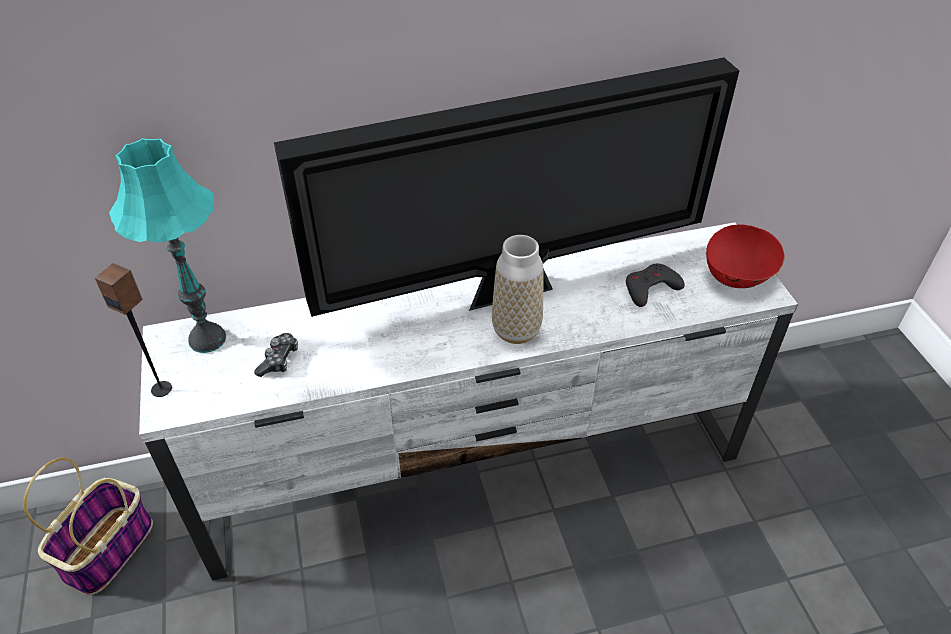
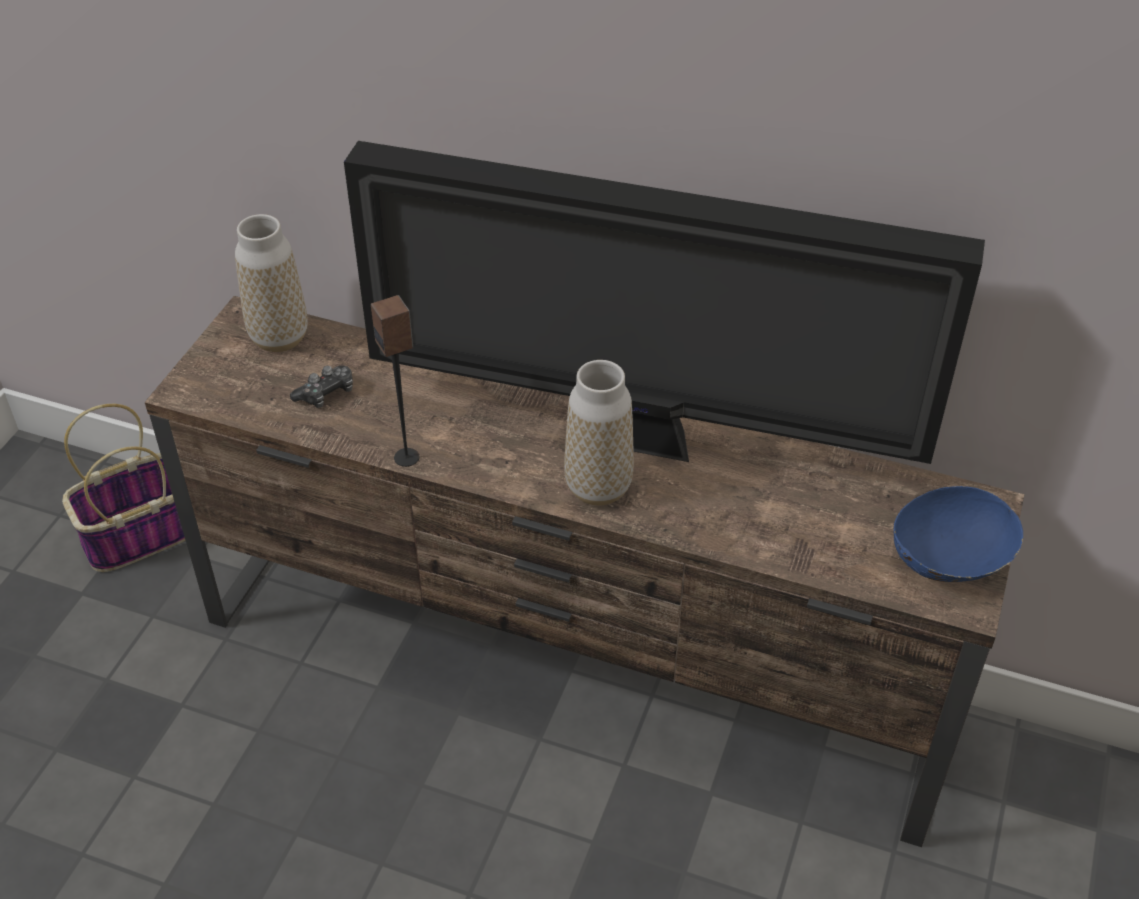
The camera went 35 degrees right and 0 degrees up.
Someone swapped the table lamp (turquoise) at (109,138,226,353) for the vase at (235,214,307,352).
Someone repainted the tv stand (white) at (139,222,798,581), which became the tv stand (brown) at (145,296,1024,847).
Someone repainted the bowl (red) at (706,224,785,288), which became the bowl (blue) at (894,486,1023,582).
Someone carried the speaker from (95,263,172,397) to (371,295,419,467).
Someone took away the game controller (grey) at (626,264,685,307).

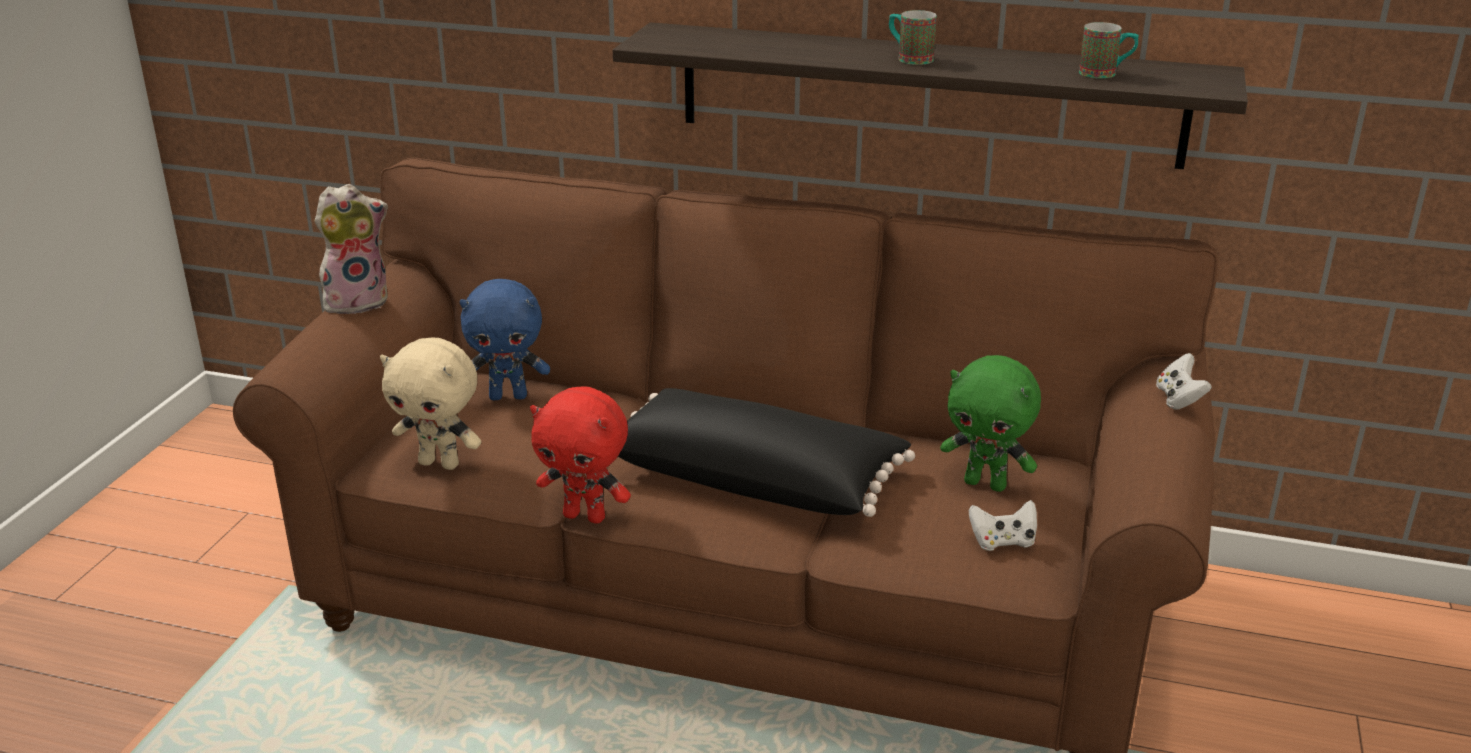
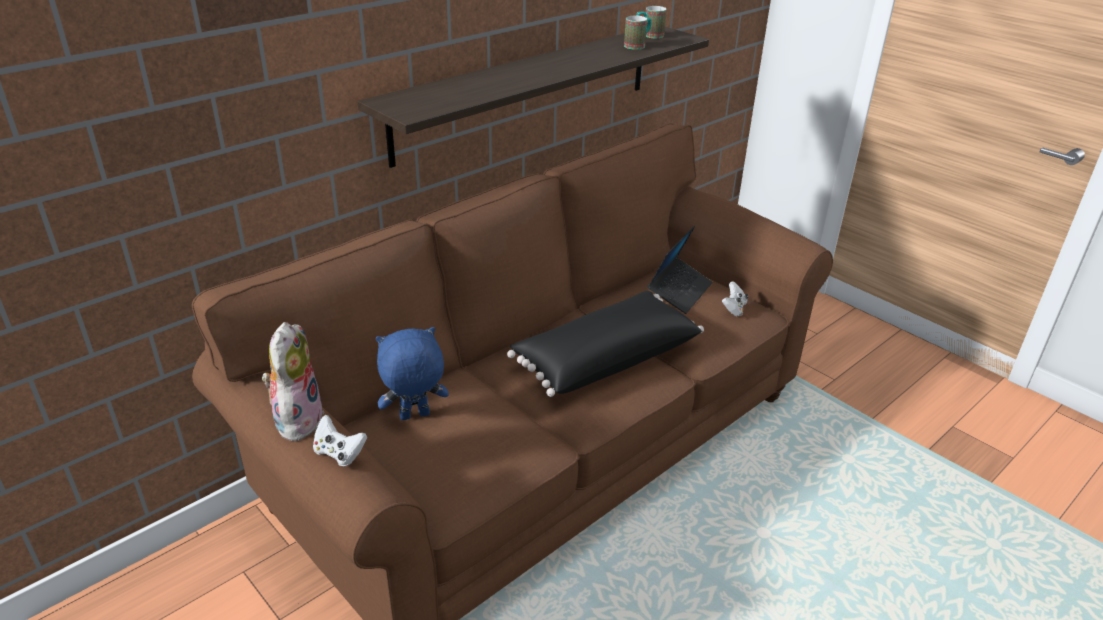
The camera went 60 degrees left and 5 degrees up.
Someone carried the mug from (889,10,937,65) to (637,6,667,38).
Someone rotated the plush toy (blue) at (460,279,550,400) by 135 degrees counterclockwise.
Someone took away the plush toy (beige) at (380,338,481,470).
Someone carried the game controller (white) from (1156,353,1212,410) to (313,415,367,467).
Someone swapped the plush toy (green) at (940,355,1041,492) for the laptop at (647,225,713,314).
Someone took away the plush toy (red) at (530,386,631,524).

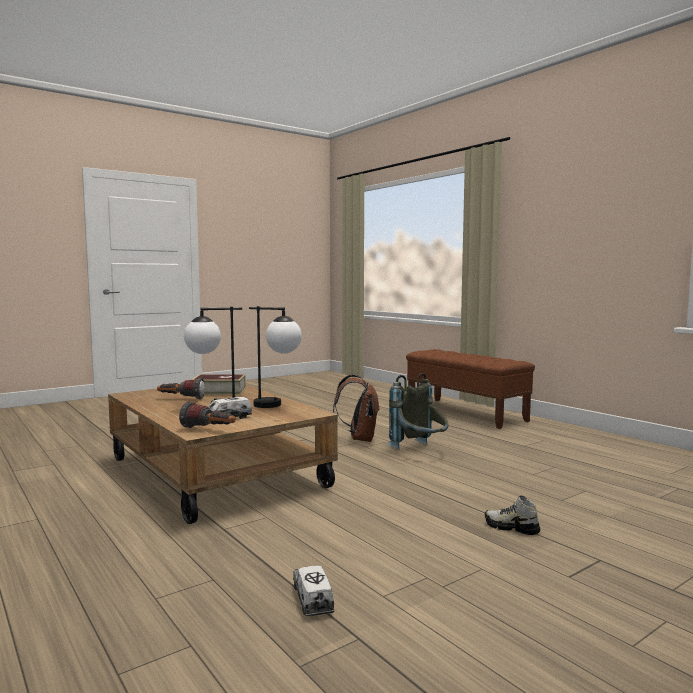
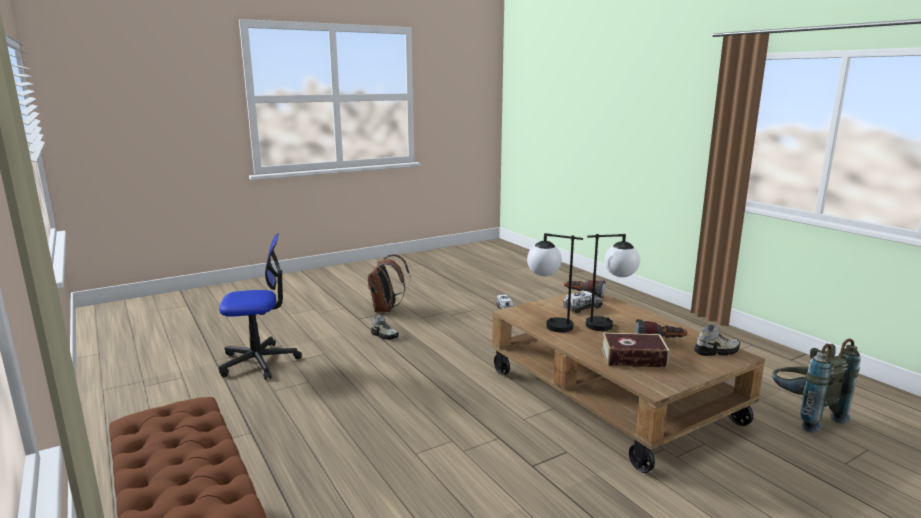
The camera went 175 degrees left and 10 degrees up.
Someone carried the backpack (grey) from (387,373,449,449) to (772,339,861,433).
Someone carried the backpack (brown) from (333,374,380,442) to (368,254,411,312).
Someone put down the office chair at (219,233,302,380).
Someone put down the shoe at (694,324,740,356).

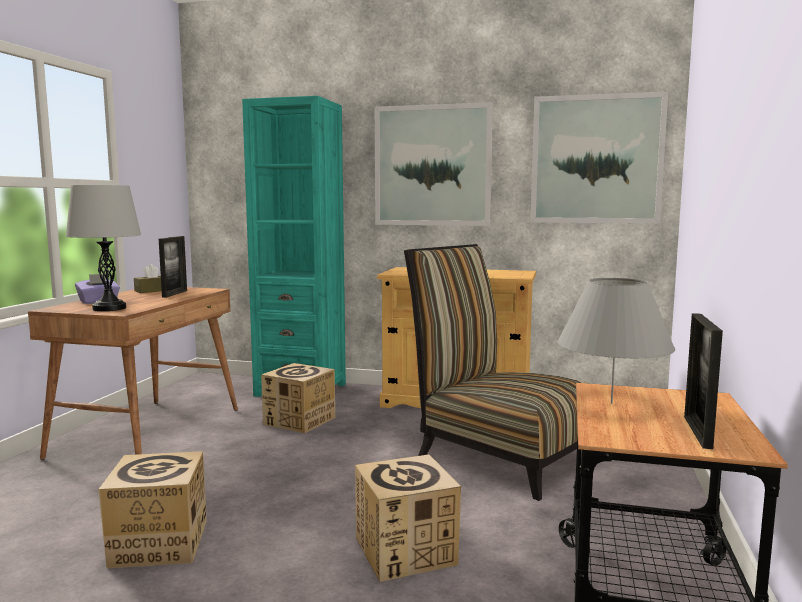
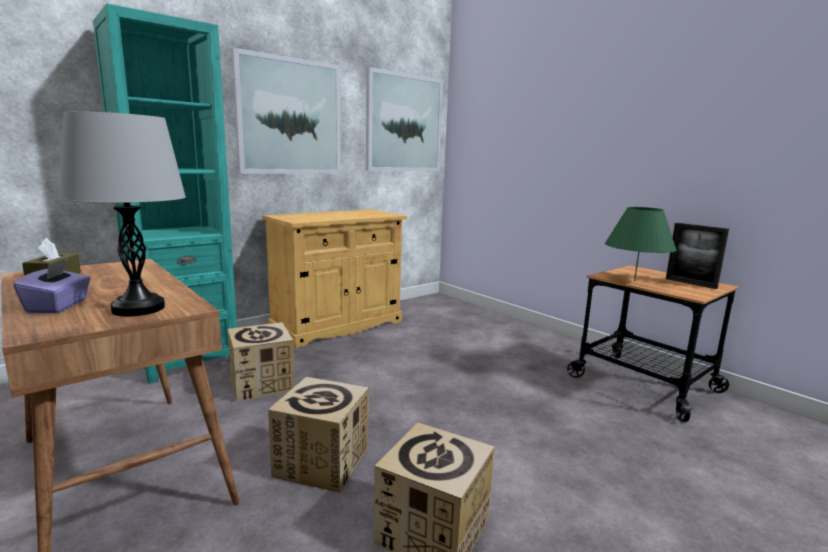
The camera went 55 degrees left and 5 degrees up.
Someone took away the picture frame at (159,236,187,298).
Someone took away the chair at (404,244,590,501).
Someone repainted the table lamp (grey) at (557,278,675,404), which became the table lamp (green) at (605,207,677,281).
Someone carried the cardboard box from (355,454,461,582) to (268,377,369,493).

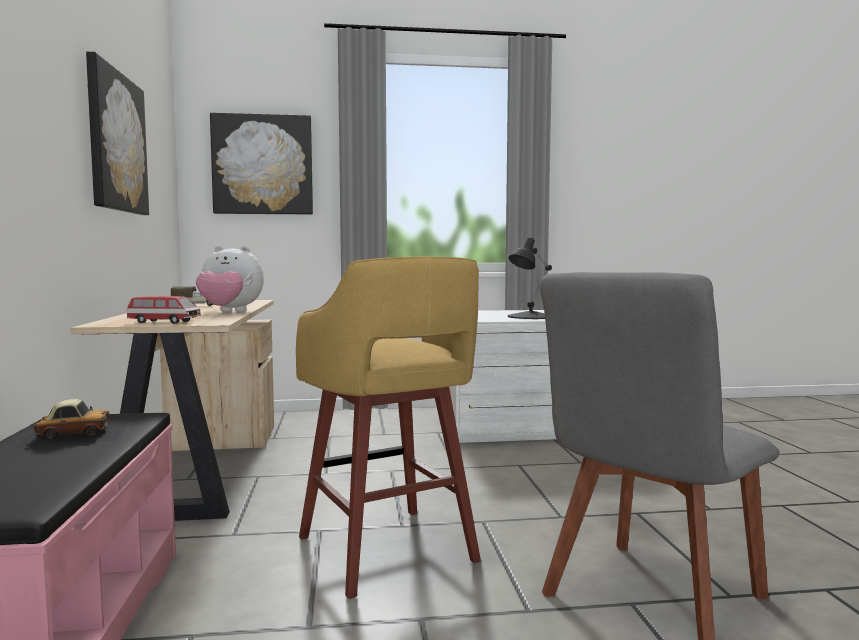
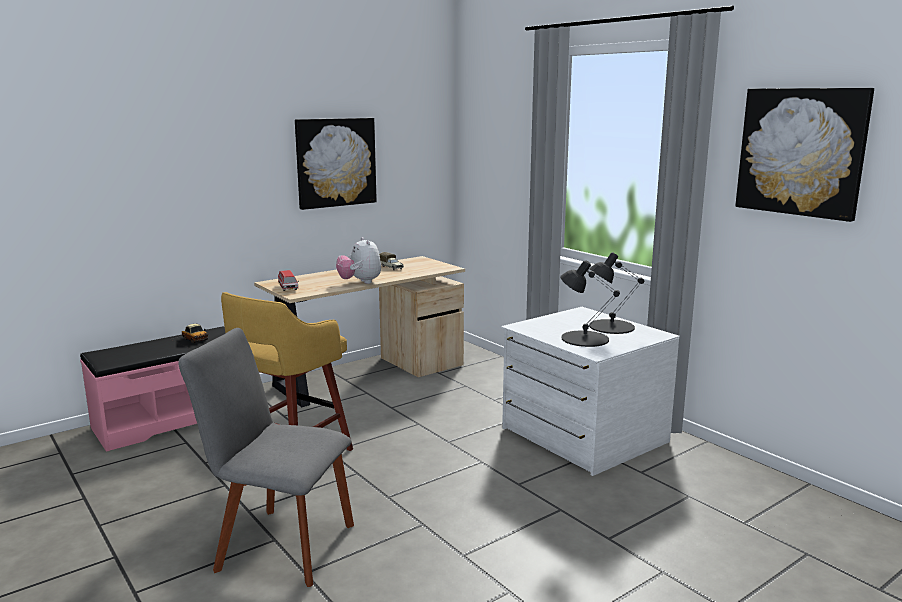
The camera went 60 degrees right and 10 degrees up.
Someone carried the picture from (210,113,313,215) to (735,88,874,222).
Someone put down the table lamp (black) at (589,252,644,334).

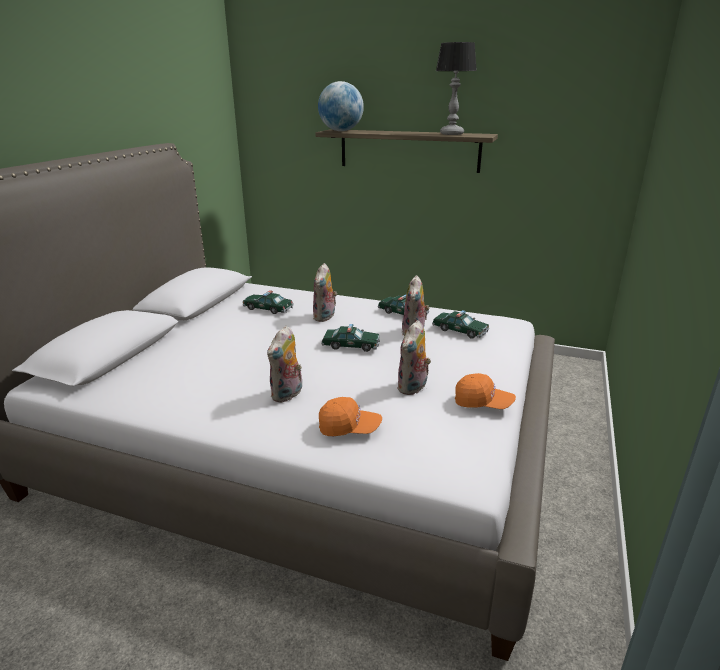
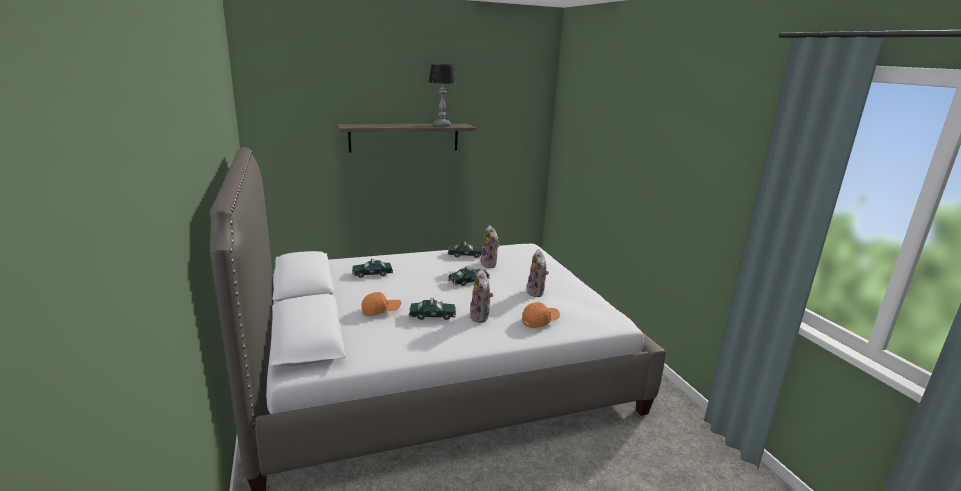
The camera went 40 degrees left and 5 degrees down.
Someone took away the globe at (318,81,364,131).
Someone took away the plush toy at (313,263,337,322).
Someone carried the toy car from (432,310,489,339) to (409,298,456,320).
Someone carried the cap (orange) from (455,373,516,409) to (361,292,401,316).

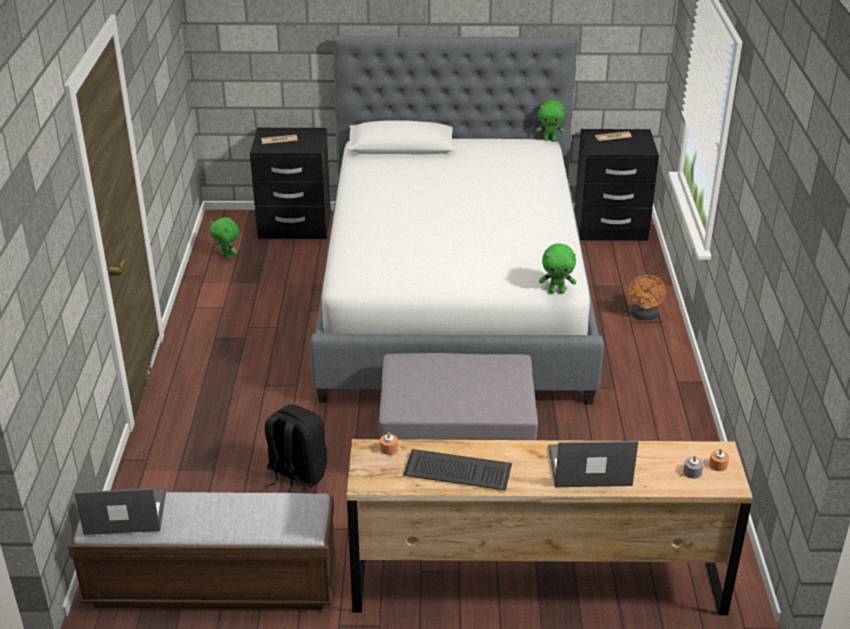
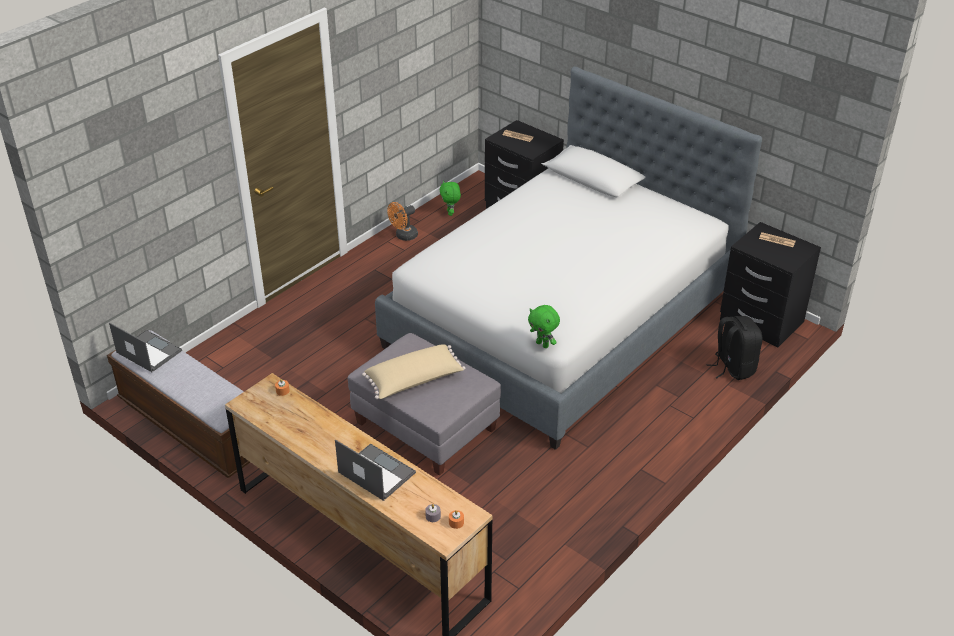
The camera went 40 degrees right and 5 degrees up.
Someone took away the plush toy (green) at (536,100,565,142).
Someone carried the fan (orange) from (629,274,666,320) to (387,202,418,241).
Someone carried the backpack (black) from (265,404,327,493) to (706,316,762,380).
Someone took away the keyboard at (403,449,512,490).
Someone put down the pillow (beige) at (362,344,465,399).

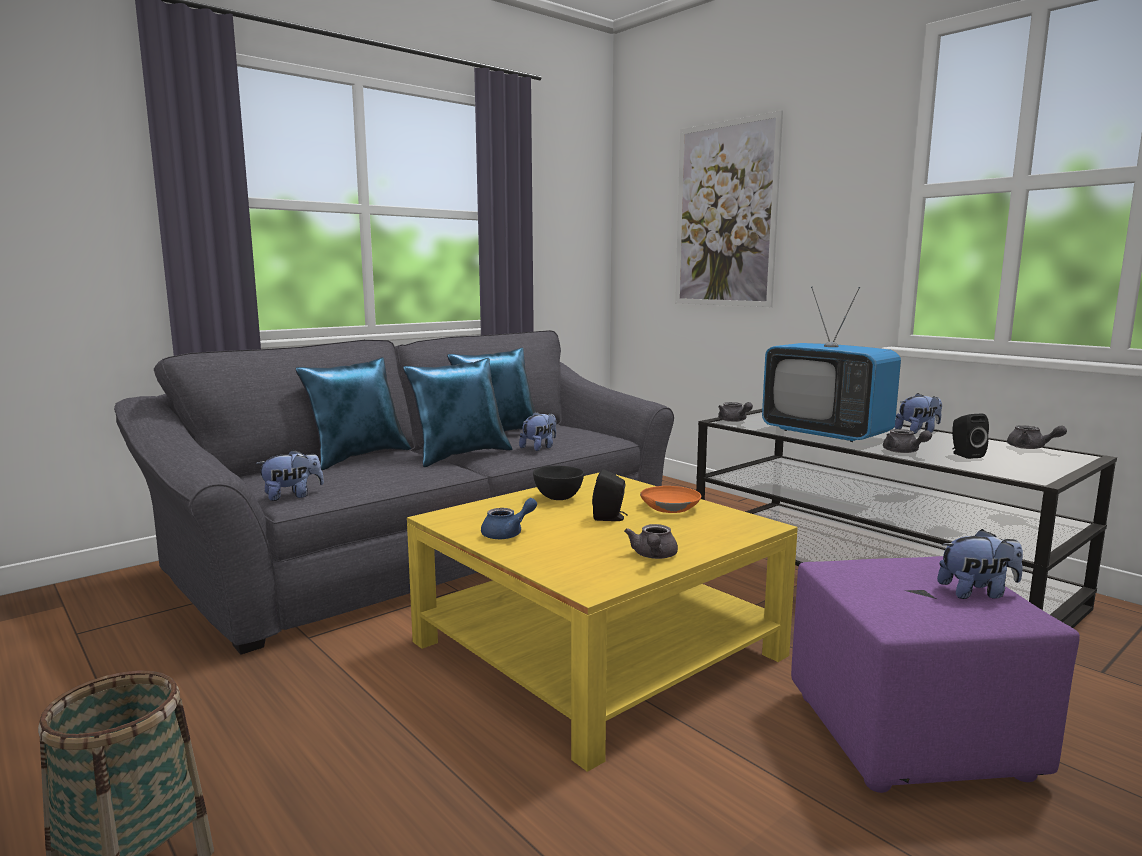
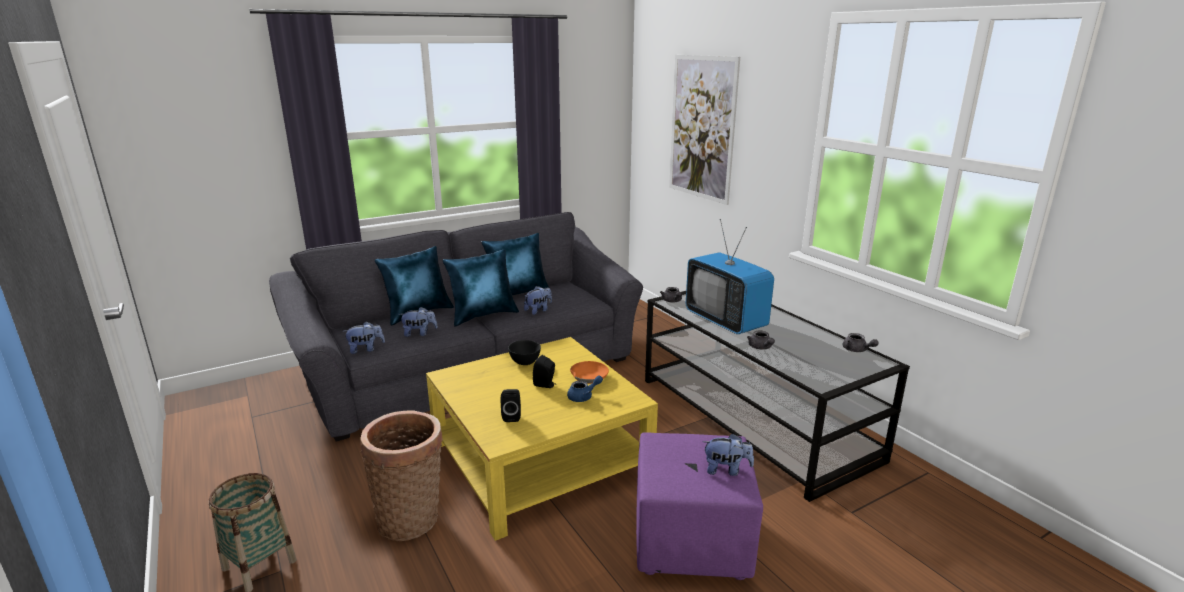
The camera went 10 degrees right and 10 degrees up.
Someone carried the plush toy from (895,393,942,434) to (399,307,438,337).
Someone carried the speaker (black) from (952,414,989,459) to (501,389,521,422).
Someone carried the teapot (blue) from (481,498,537,539) to (567,375,603,402).
Someone took away the teapot (grey) at (624,524,678,559).
Someone put down the basket at (360,411,443,541).

